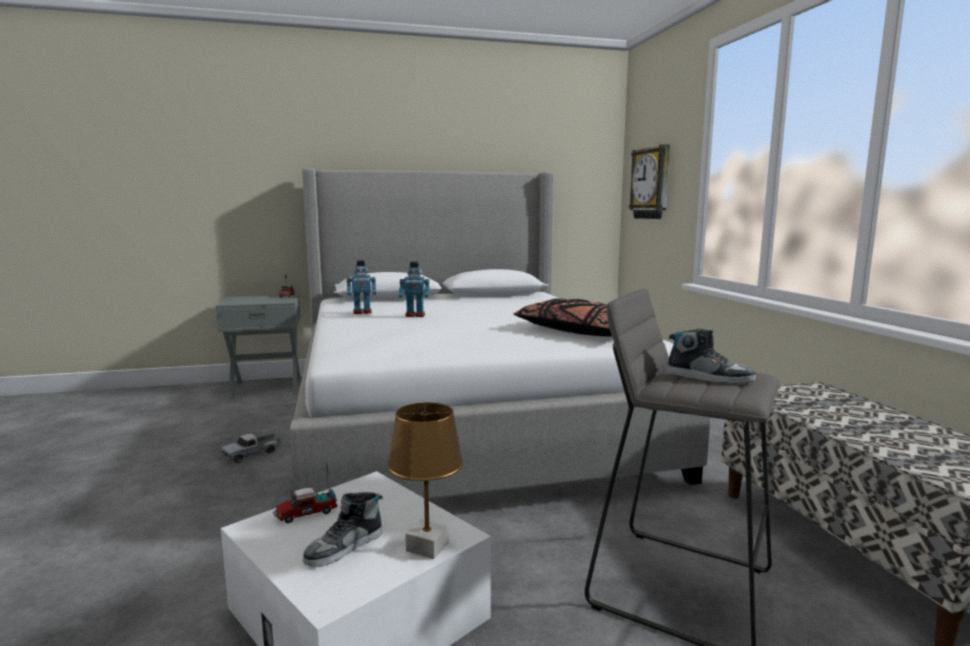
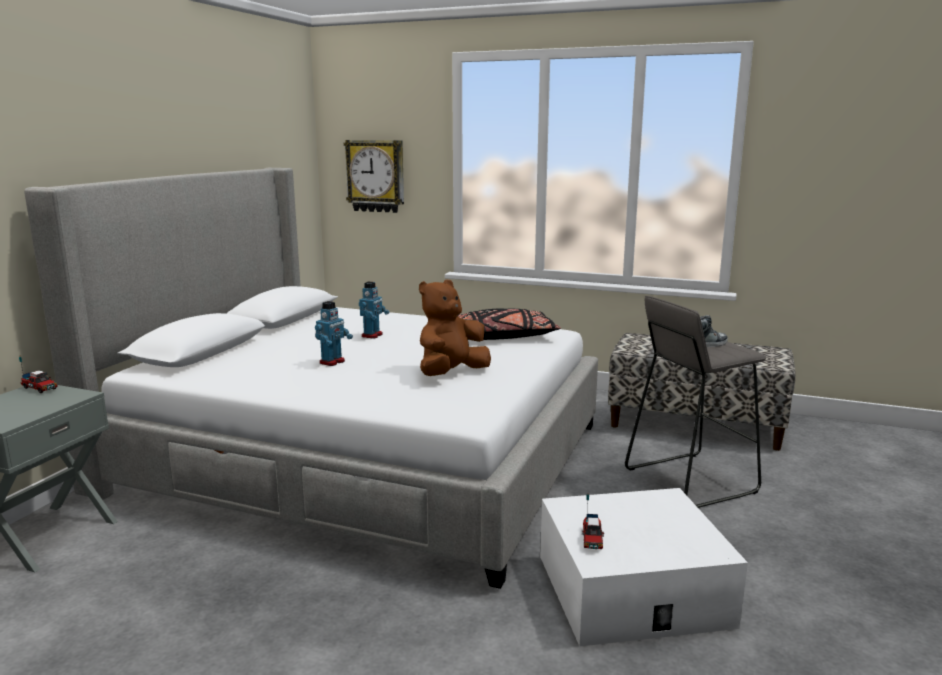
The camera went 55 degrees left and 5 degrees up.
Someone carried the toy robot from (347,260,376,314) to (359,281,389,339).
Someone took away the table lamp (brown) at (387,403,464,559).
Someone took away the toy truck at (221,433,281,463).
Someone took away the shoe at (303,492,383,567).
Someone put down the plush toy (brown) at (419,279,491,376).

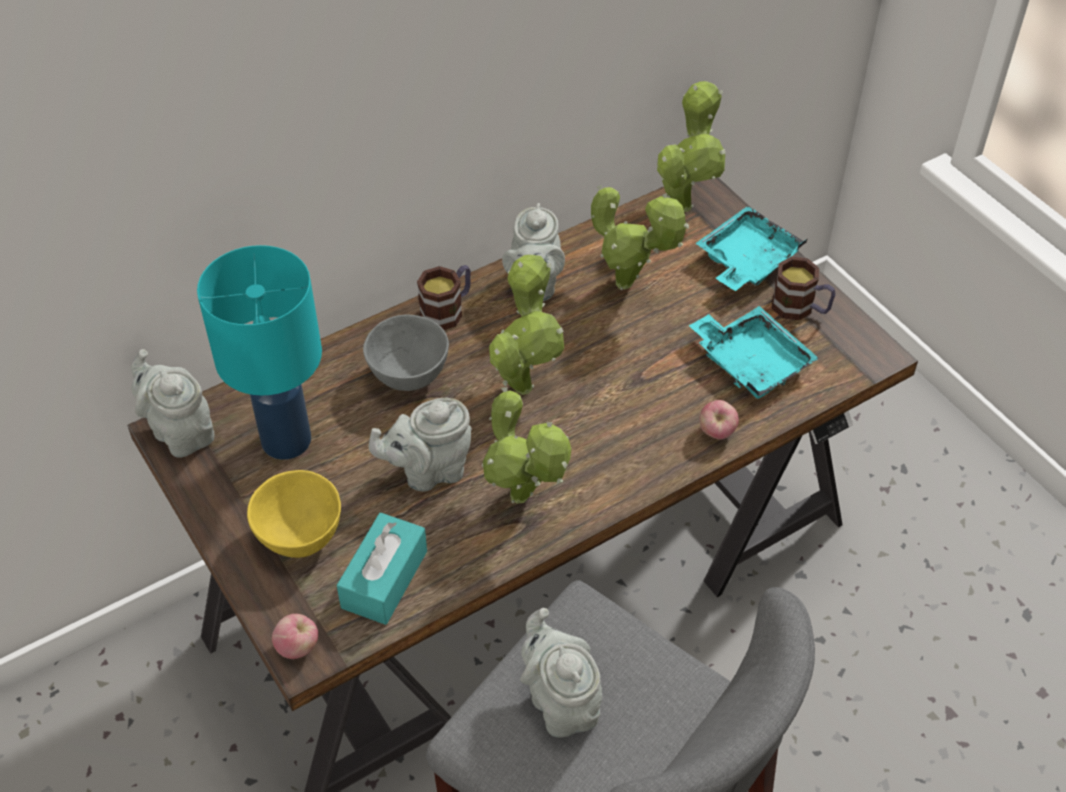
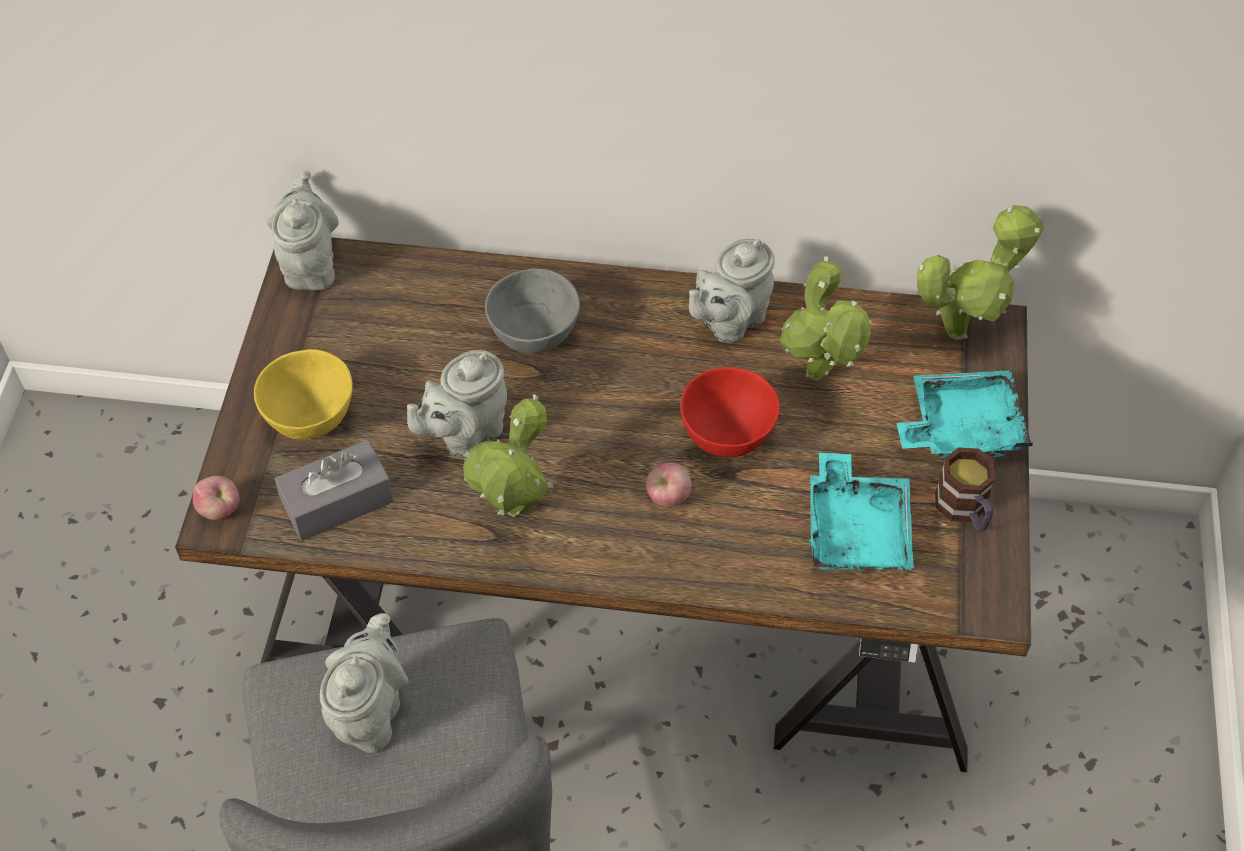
The camera went 40 degrees right and 5 degrees up.
Someone took away the table lamp (turquoise) at (197,245,322,460).
Someone took away the potted plant at (489,255,564,395).
Someone took away the mug at (417,265,471,330).
Someone rotated the teapot (grey) at (369,398,472,492) by 60 degrees counterclockwise.
Someone carried the apple from (700,400,739,440) to (646,462,692,507).
Someone repainted the tissue box (turquoise) at (337,513,427,625), which became the tissue box (grey) at (275,440,394,541).
Someone put down the bowl (red) at (680,367,780,457).

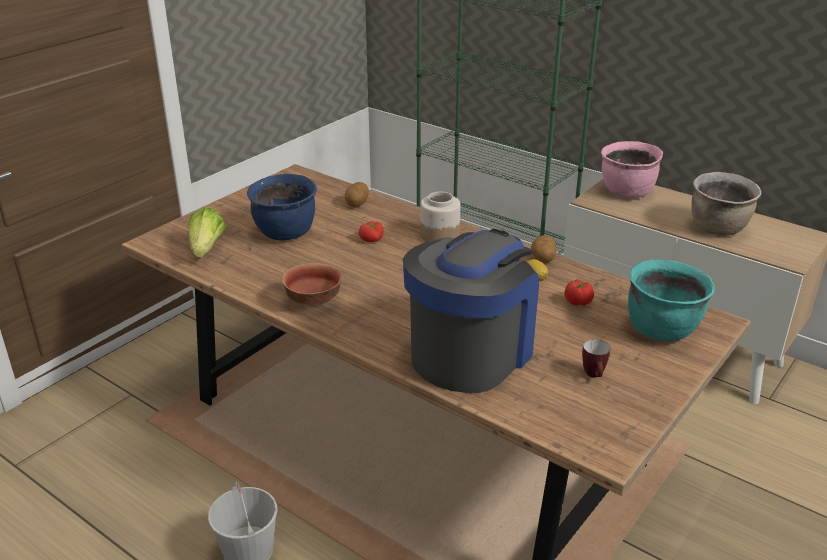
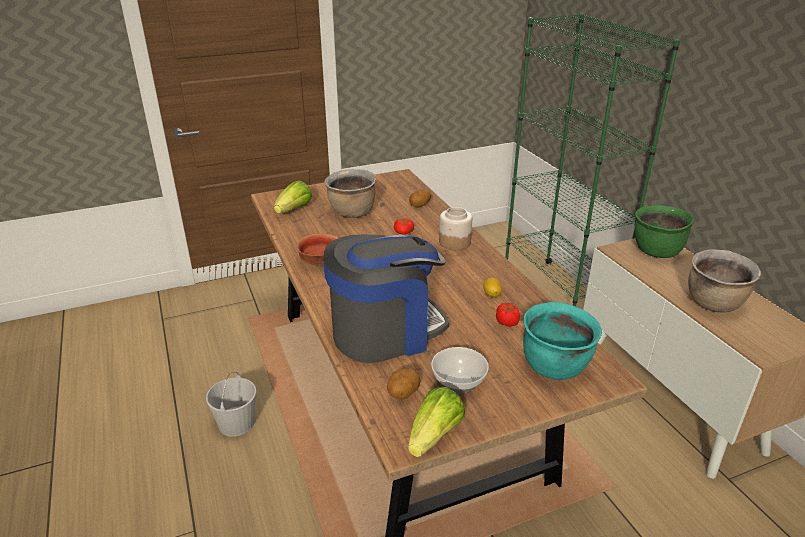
The camera went 30 degrees right and 0 degrees up.
Someone repainted the cooking pot (pink) at (601,141,663,198), which became the cooking pot (green) at (635,205,695,258).
Someone repainted the cooking pot (blue) at (247,174,317,240), which became the cooking pot (brown) at (324,169,376,218).
Someone carried the potato from (531,235,557,263) to (387,367,421,399).
Someone swapped the mug at (582,339,610,378) for the bowl at (431,347,489,394).
Someone put down the lettuce at (408,387,465,457).

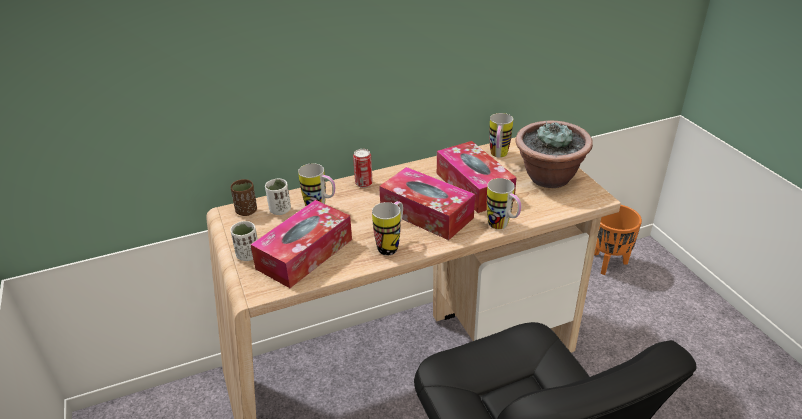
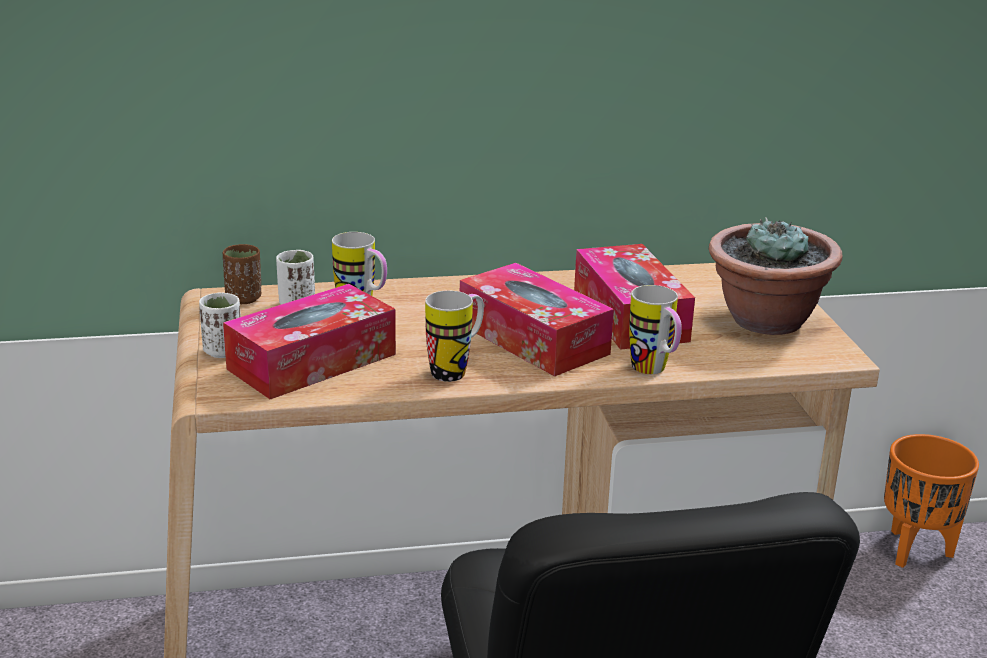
The camera went 10 degrees right and 10 degrees down.
Someone took away the mug at (489,113,513,158).
Someone took away the can at (353,149,373,188).

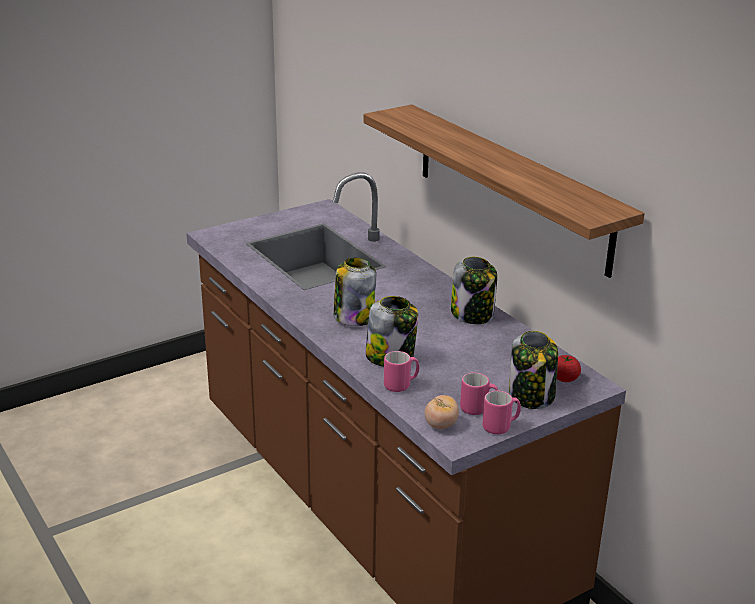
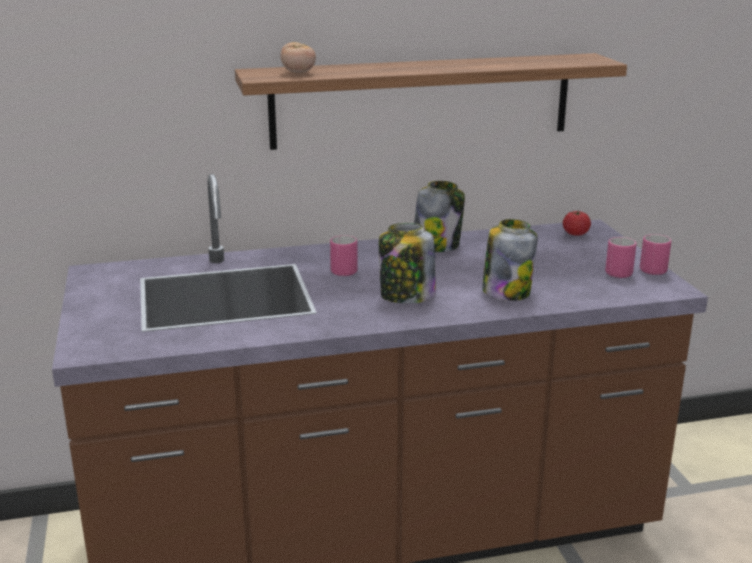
The camera went 70 degrees left and 5 degrees down.
Someone took away the jar at (509,331,558,409).
Someone carried the mug (pink) from (384,351,419,392) to (330,235,358,276).
Someone carried the tomato from (424,395,459,429) to (280,42,316,73).

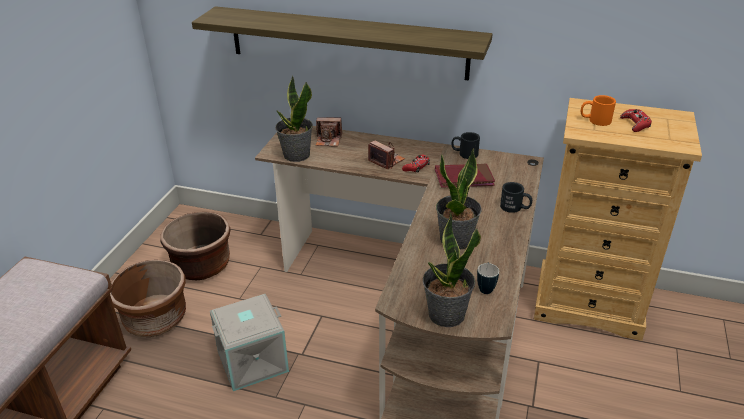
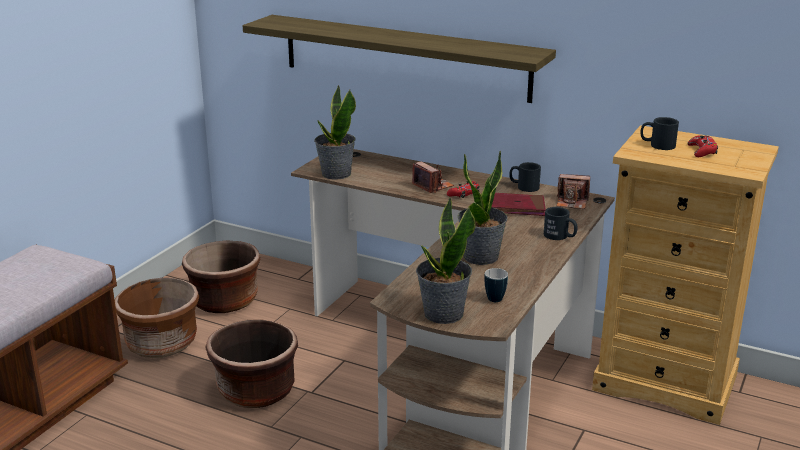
The camera went 10 degrees right and 10 degrees down.
Someone repainted the mug (orange) at (581,95,616,126), which became the mug (black) at (640,117,679,150).
Someone carried the photo camera from (316,117,342,147) to (557,174,590,209).
Someone swapped the storage box (grey) at (210,294,289,391) for the planter (brown) at (206,319,298,408).

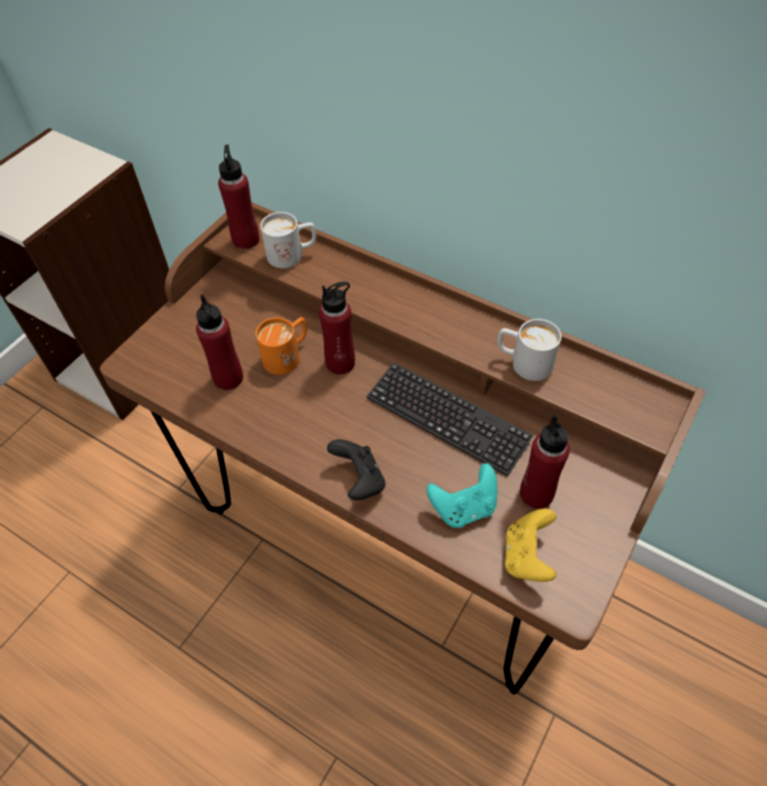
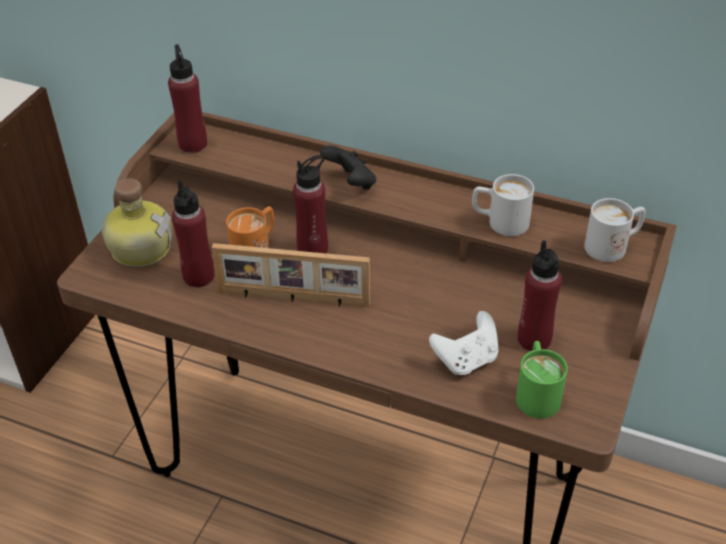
The camera went 10 degrees left and 10 degrees down.
Someone carried the mug (white) from (260,212,317,268) to (584,198,646,262).
Someone took away the keyboard at (366,362,533,476).
Someone carried the game controller (black) from (327,439,385,500) to (320,145,376,190).
Someone repainted the game controller (turquoise) at (427,463,497,528), which became the game controller (white) at (429,311,499,375).
Someone swapped the game controller (yellow) at (505,509,557,582) for the mug (green) at (516,341,568,419).
Someone put down the bottle at (102,179,172,267).
Someone put down the picture frame at (211,243,370,307).

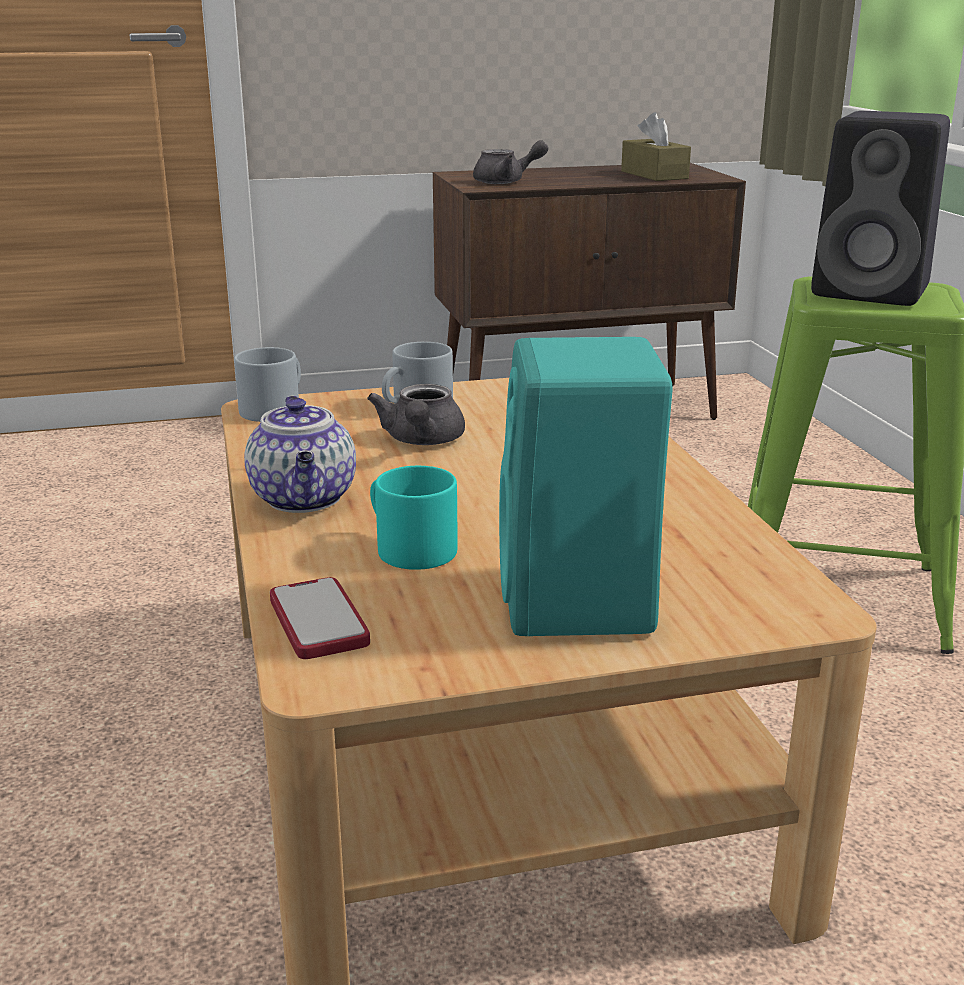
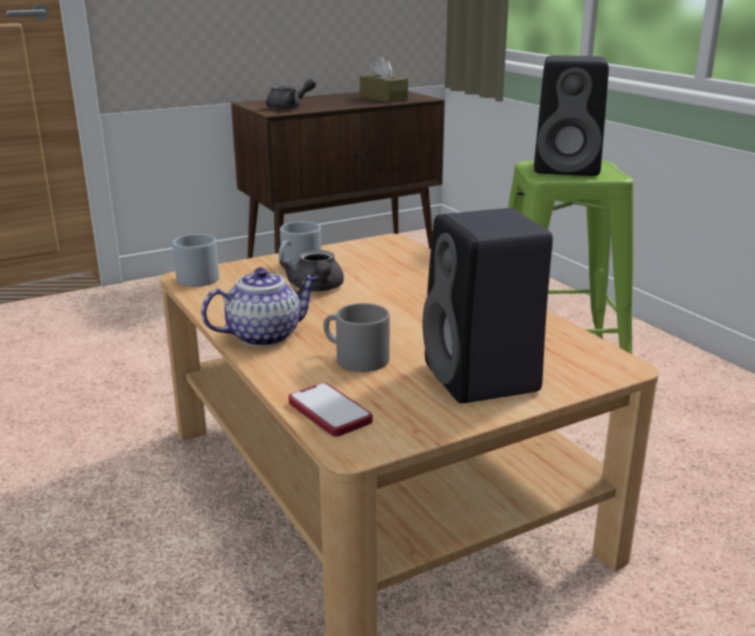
The camera went 15 degrees left and 0 degrees up.
Someone repainted the speaker (turquoise) at (499,337,673,636), which became the speaker (black) at (423,208,553,403).
Someone rotated the teapot at (244,395,356,513) by 90 degrees counterclockwise.
Someone repainted the mug (turquoise) at (370,466,458,570), which became the mug (grey) at (323,303,390,372).

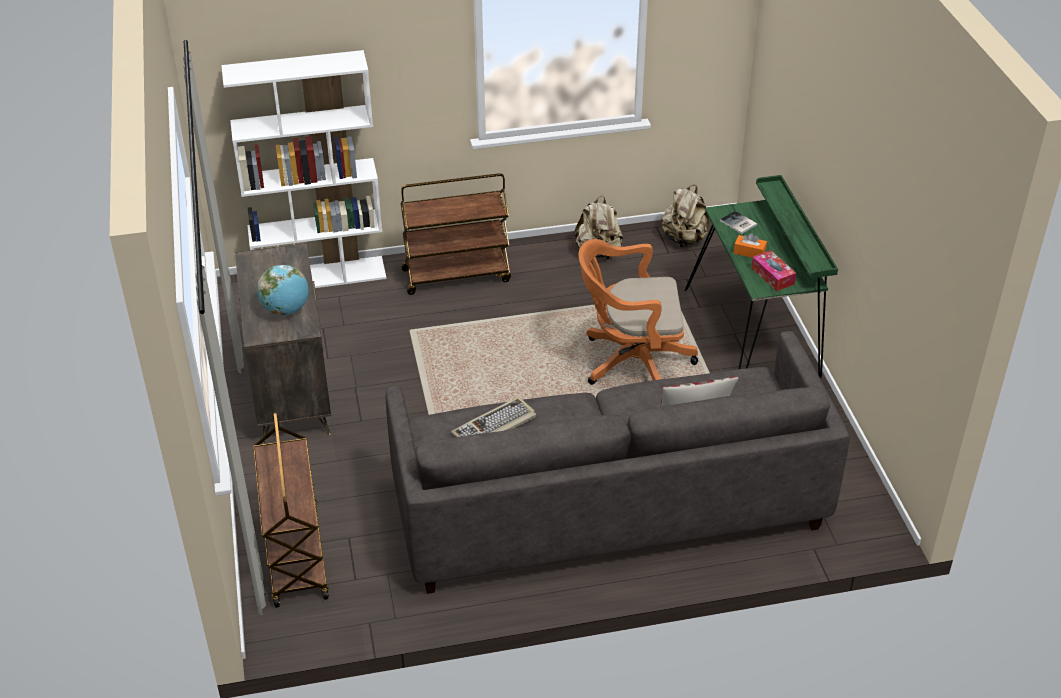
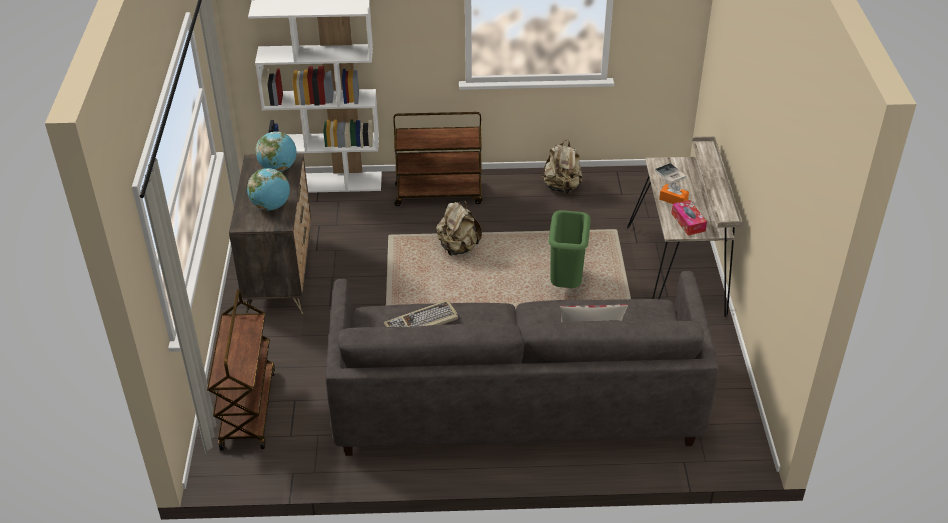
The camera went 10 degrees right and 0 degrees up.
Someone repainted the desk (green) at (685,175,838,379), which became the desk (beige) at (627,136,743,317).
Someone carried the backpack (beige) from (662,185,709,247) to (436,201,482,256).
Someone swapped the office chair (orange) at (579,239,698,385) for the trash can (green) at (548,210,591,288).
Someone put down the globe at (255,131,297,172).

